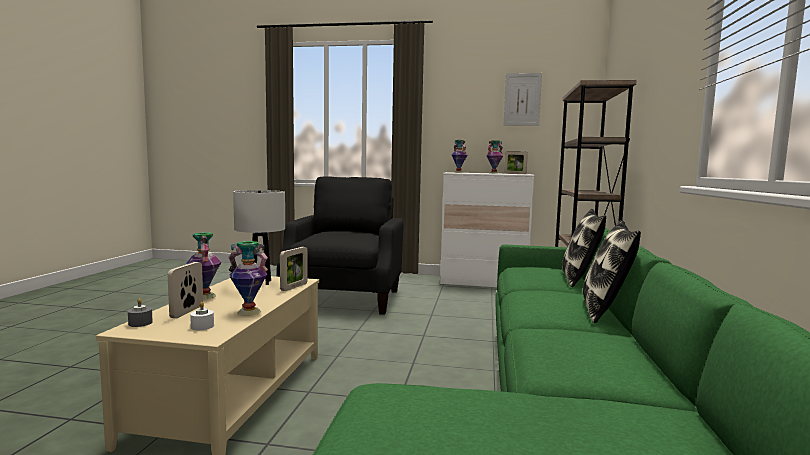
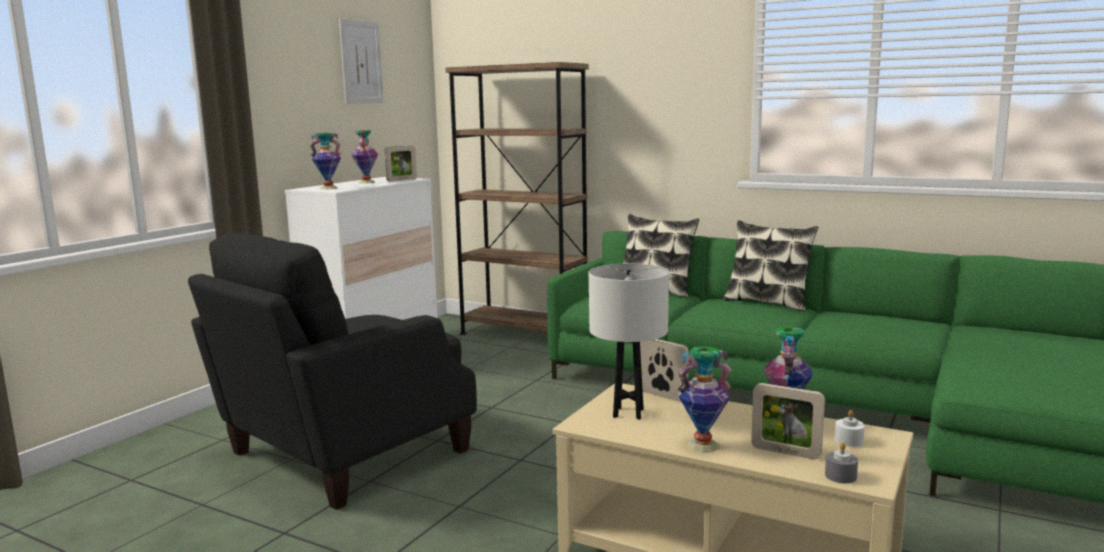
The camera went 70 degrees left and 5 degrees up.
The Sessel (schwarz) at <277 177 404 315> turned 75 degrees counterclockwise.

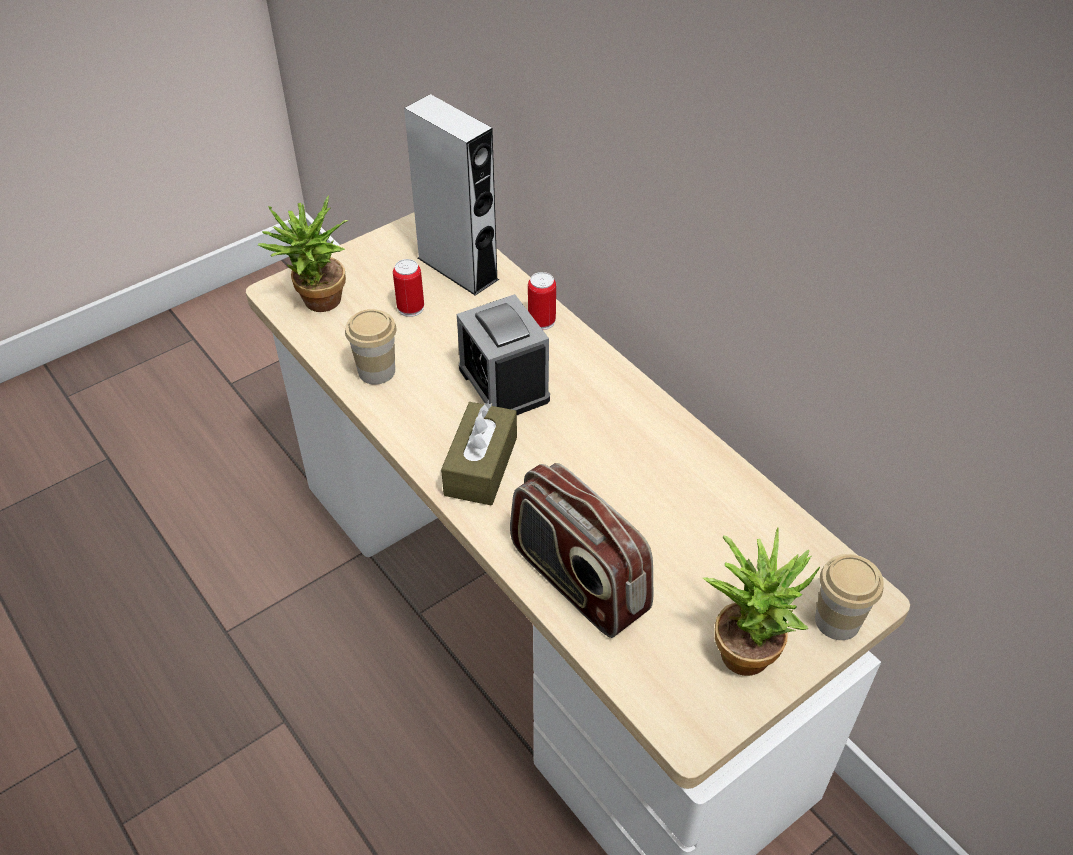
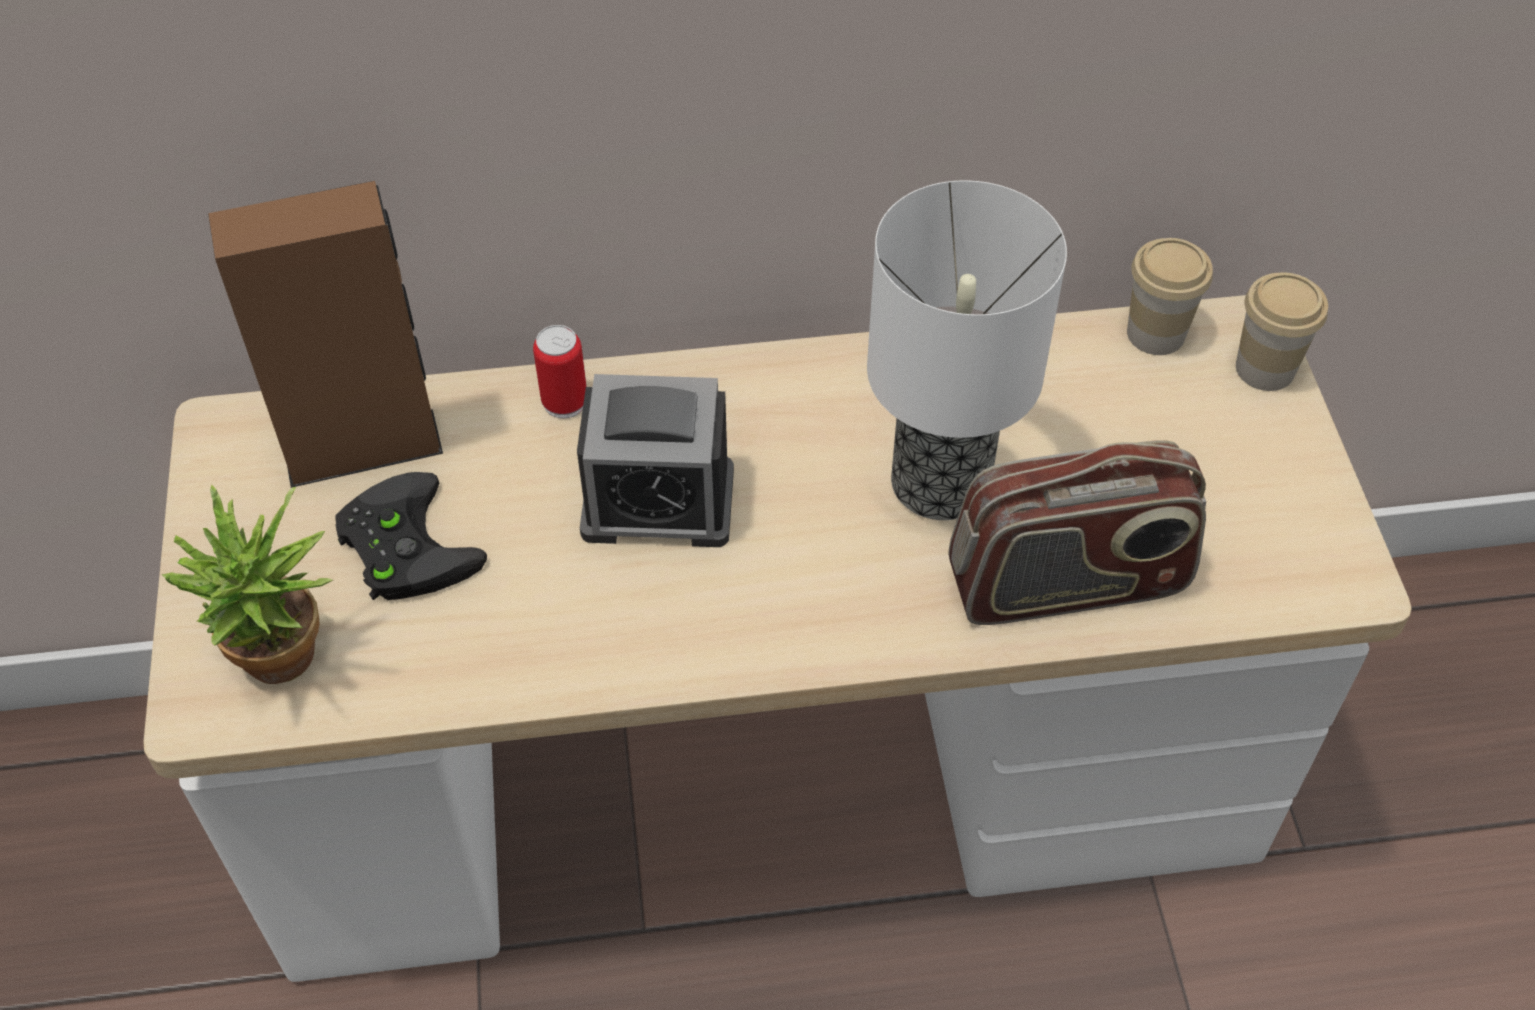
The camera went 60 degrees left and 5 degrees up.
The Lautsprecher (grau) at <404 94 499 296> became the Lautsprecher (braun) at <208 181 443 488>.
The Dose at <393 259 424 317> was replaced by the Gamepad (schwarz) at <335 472 487 600>.
The Tasse moved from <345 309 396 385> to <1127 238 1213 355>.
The Taschentuchbox (braun) at <441 402 517 505> disappeared.
The Topfpflanze at <703 527 820 676> disappeared.
The Tischlampe at <867 180 1067 520> appeared.

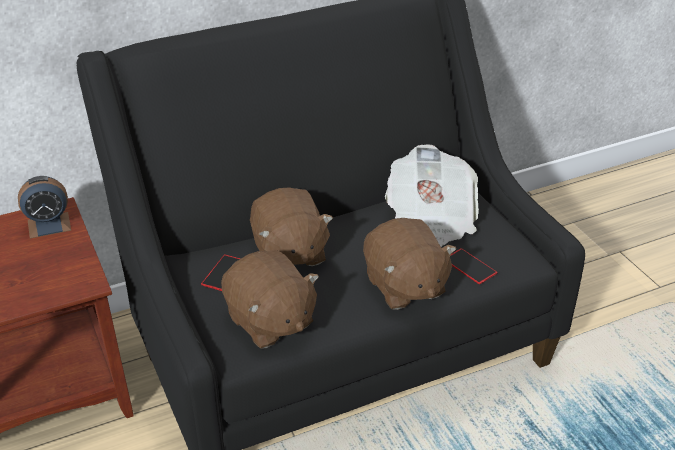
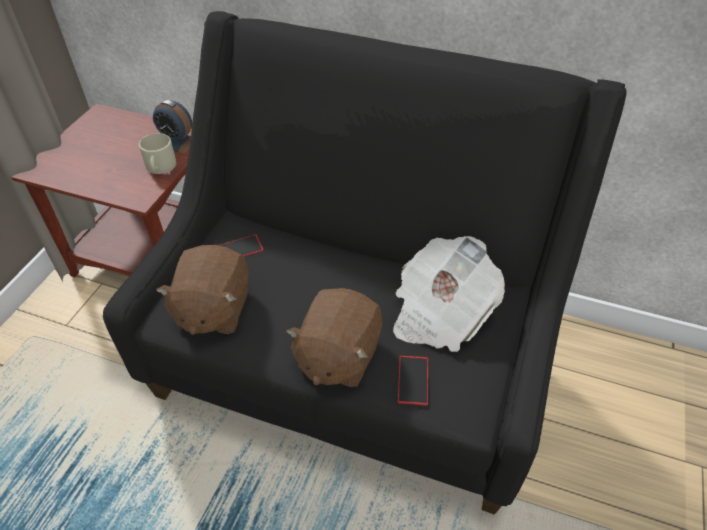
The camera went 45 degrees right and 10 degrees up.
The Plüschtier (braun) at <250 187 333 266> disappeared.
The Henkelbecher (beige) at <139 133 176 174> appeared.

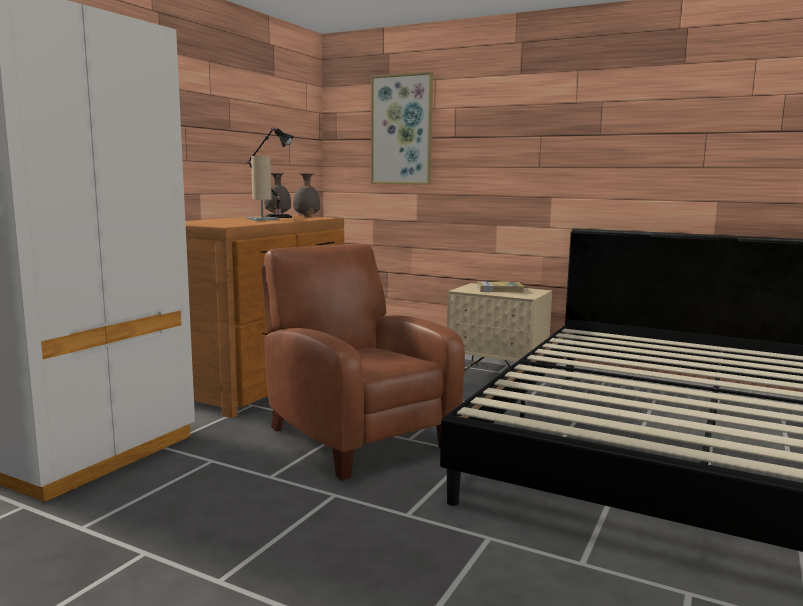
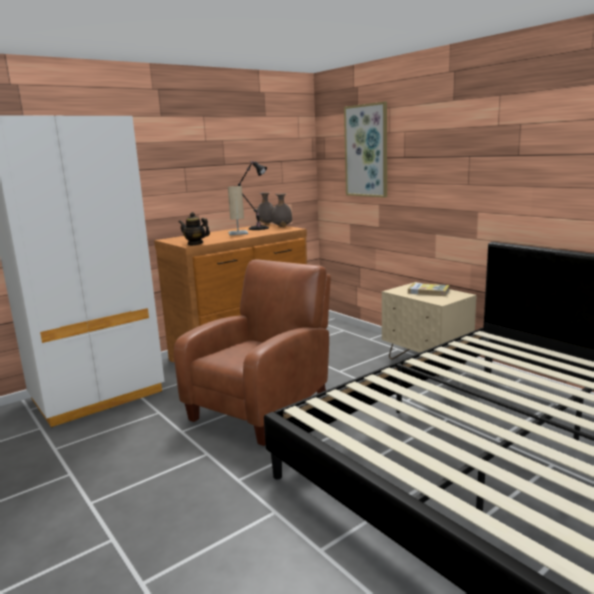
The camera went 25 degrees right and 5 degrees up.
The Sessel (braun) at <262 244 465 480> turned 45 degrees clockwise.
The Teekanne at <179 212 210 245> appeared.

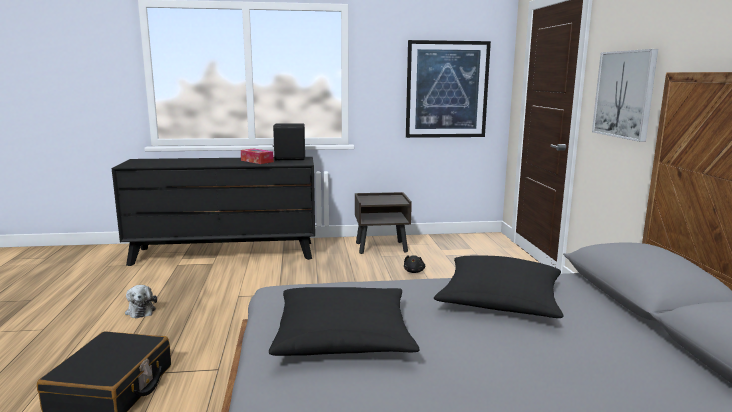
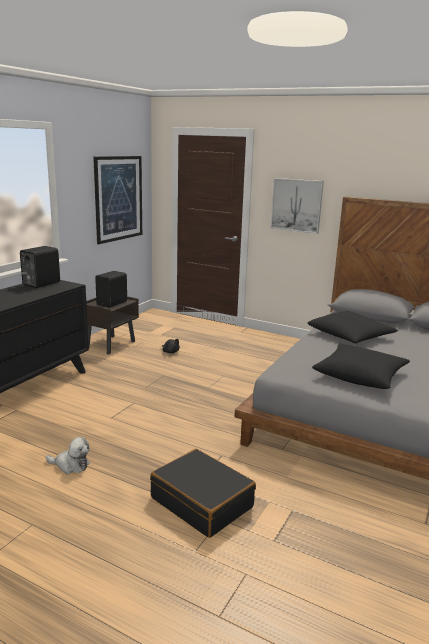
The camera went 55 degrees left and 5 degrees up.
The Taschentuchbox at <241 148 274 164> disappeared.
The Lautsprecher (schwarz) at <95 271 127 307> appeared.

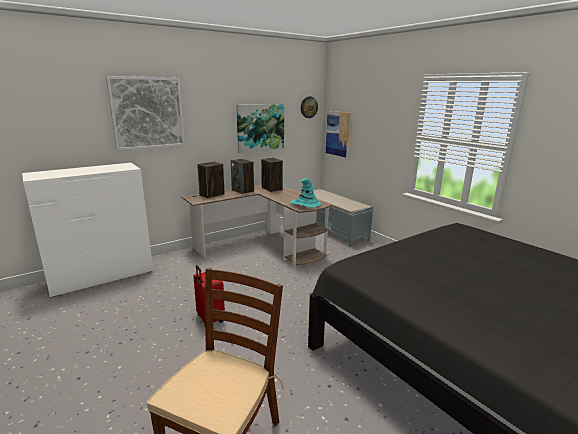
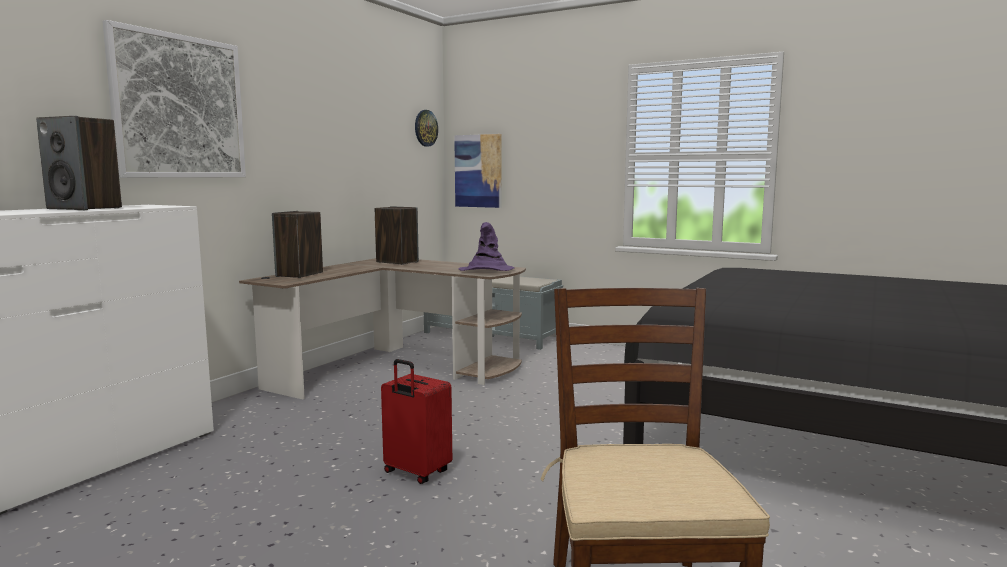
The camera went 25 degrees left and 10 degrees down.
The Bild at <236 104 284 153> disappeared.
The Lautsprecher moved from <231 159 254 194> to <36 116 122 210>.
The Hut (türkis) at <290 178 322 208> became the Hut (lila) at <458 222 515 271>.

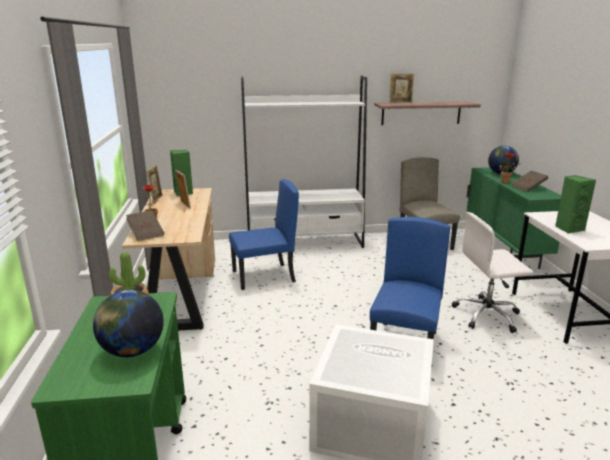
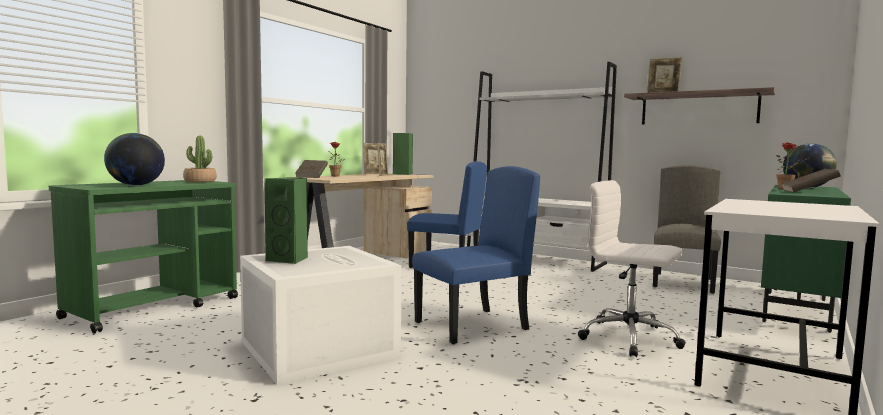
The camera went 40 degrees right and 15 degrees down.
The Lautsprecher (grün) moved from <555 175 596 234> to <265 177 308 264>.

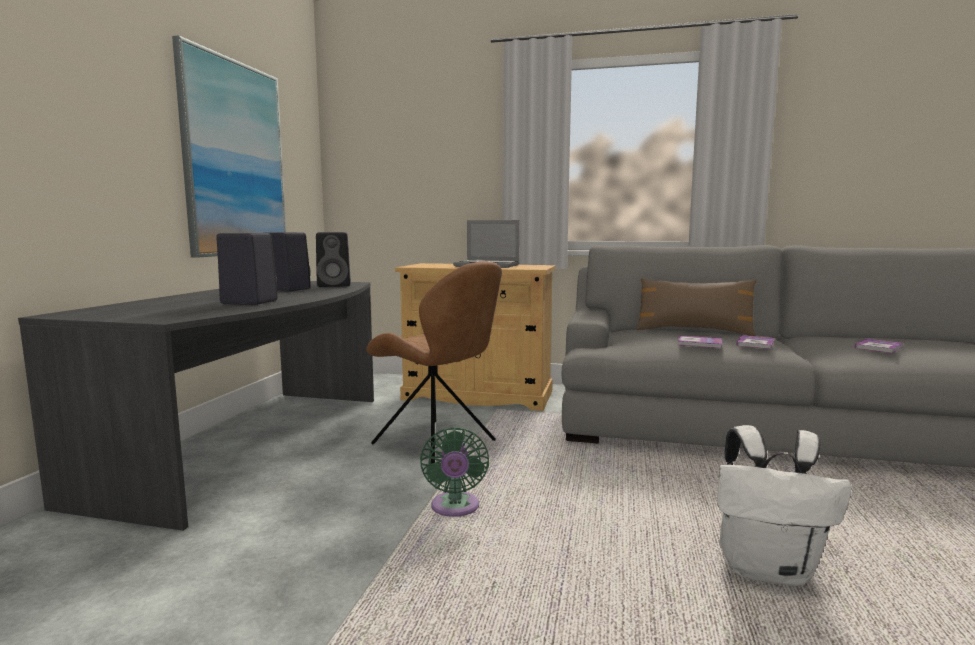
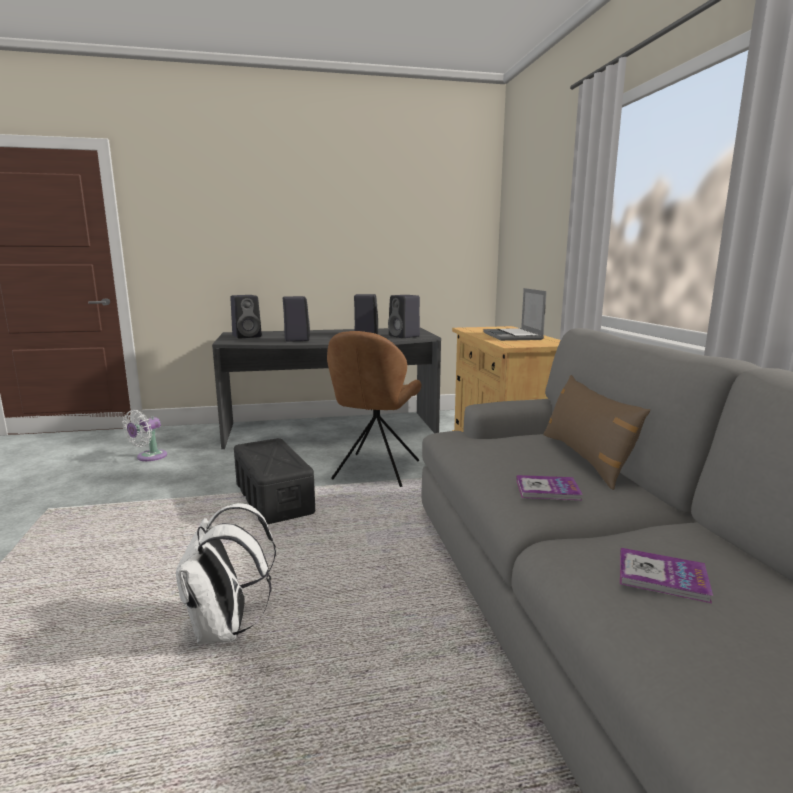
The camera went 65 degrees right and 5 degrees up.
The Bild at <172 35 286 258> disappeared.
The Buch at <678 336 722 348> disappeared.
The Ventilator (grün) at <420 427 489 517> was replaced by the Aufbewahrungsbox (schwarz) at <234 438 315 524>.
The Lautsprecher (schwarz) at <230 295 262 339> appeared.
The Ventilator (weiß) at <123 410 167 461> appeared.

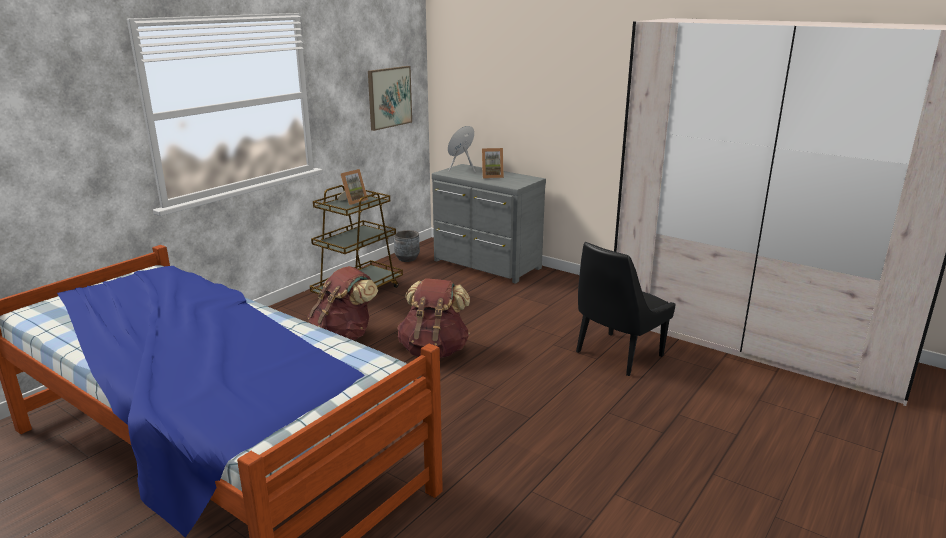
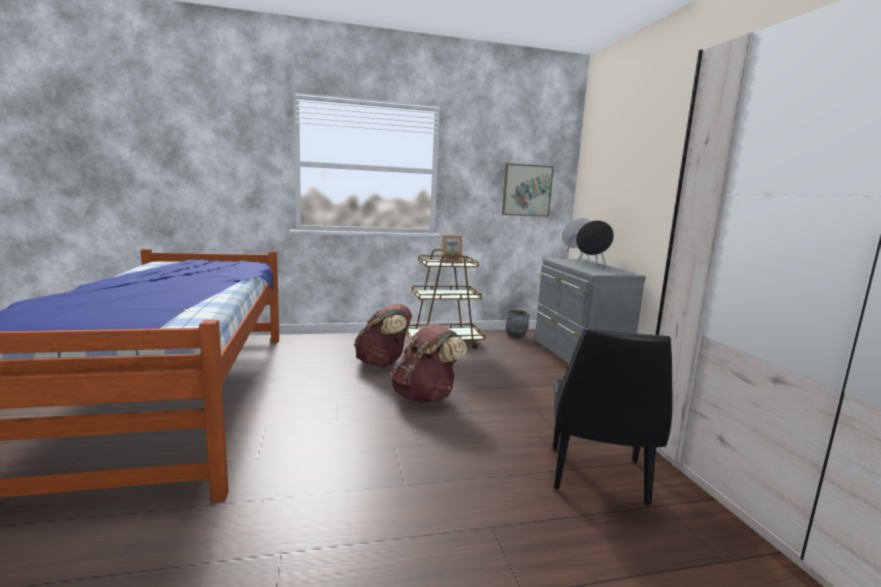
The camera went 40 degrees right and 10 degrees down.
The Bilderrahmen at <482 148 504 179> was replaced by the Lautsprecher (schwarz) at <574 220 614 269>.
The Stuhl (schwarz) at <576 242 675 376> turned 75 degrees counterclockwise.

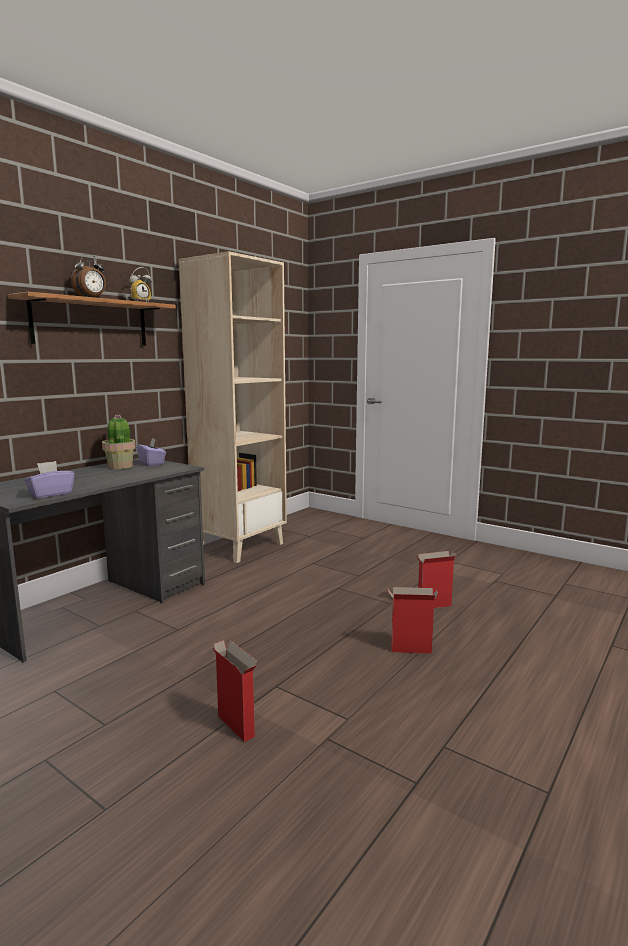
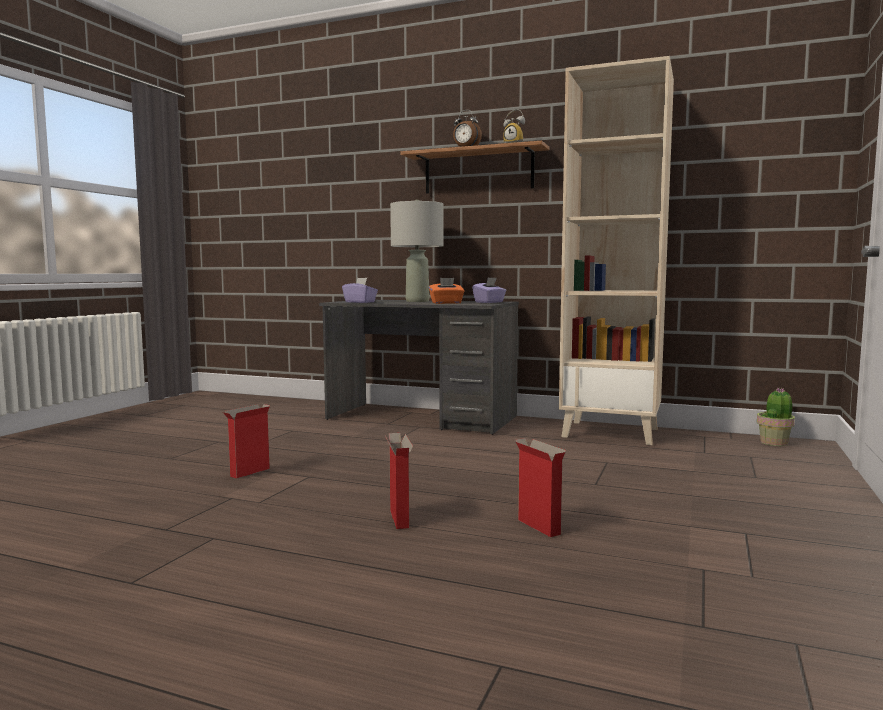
The camera went 75 degrees right and 5 degrees down.
The Topfpflanze moved from <102 415 136 469> to <757 387 795 446>.
The Tischlampe (grau) at <390 199 444 302> appeared.
The Taschentuchbox (orange) at <429 278 464 304> appeared.

